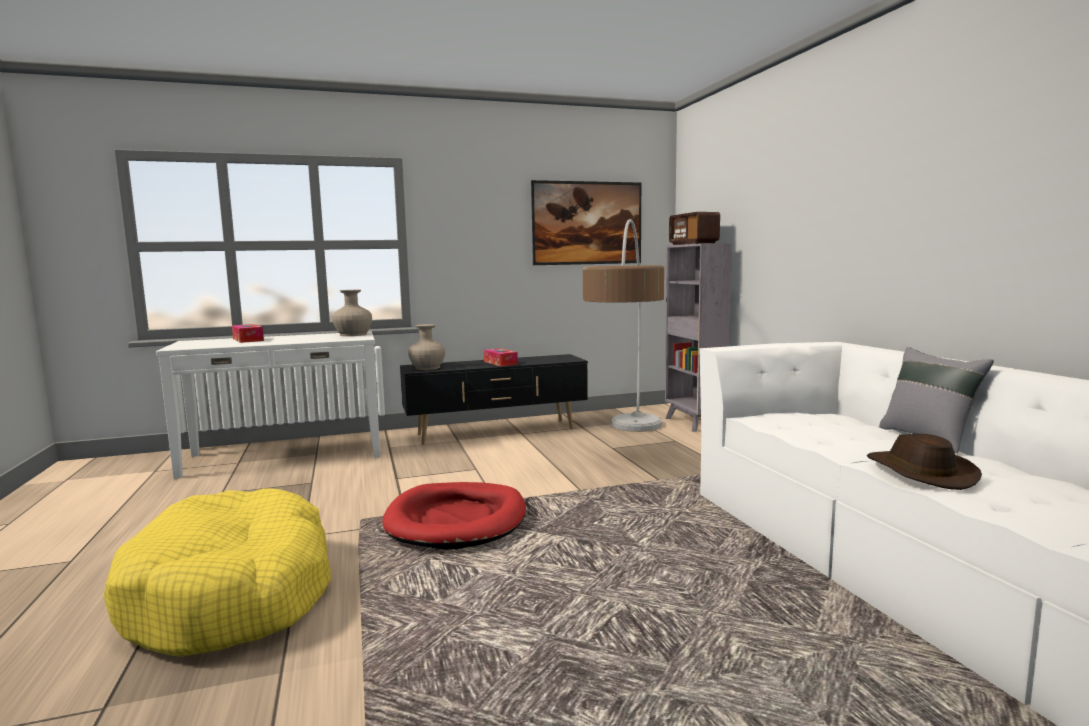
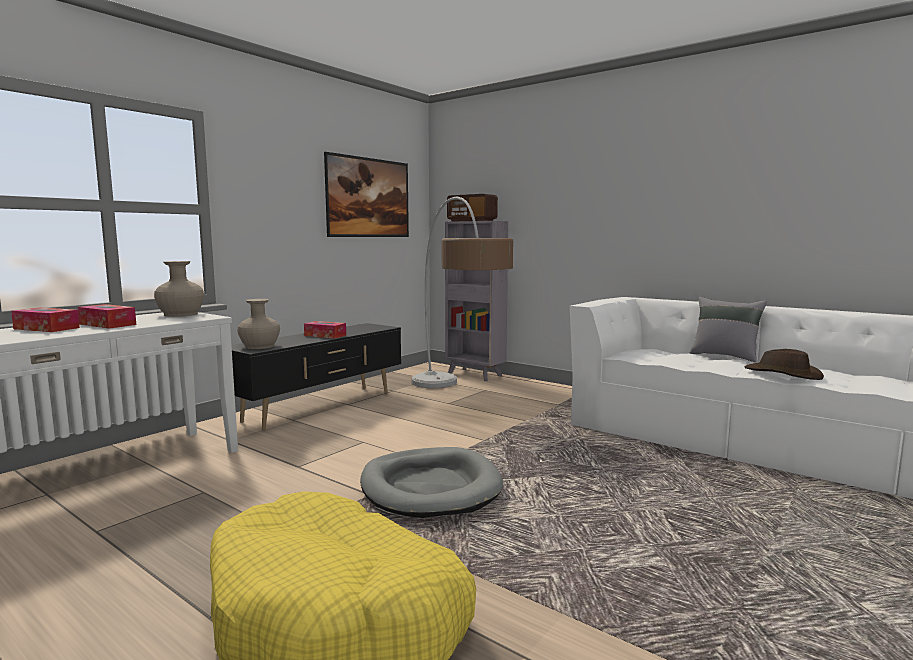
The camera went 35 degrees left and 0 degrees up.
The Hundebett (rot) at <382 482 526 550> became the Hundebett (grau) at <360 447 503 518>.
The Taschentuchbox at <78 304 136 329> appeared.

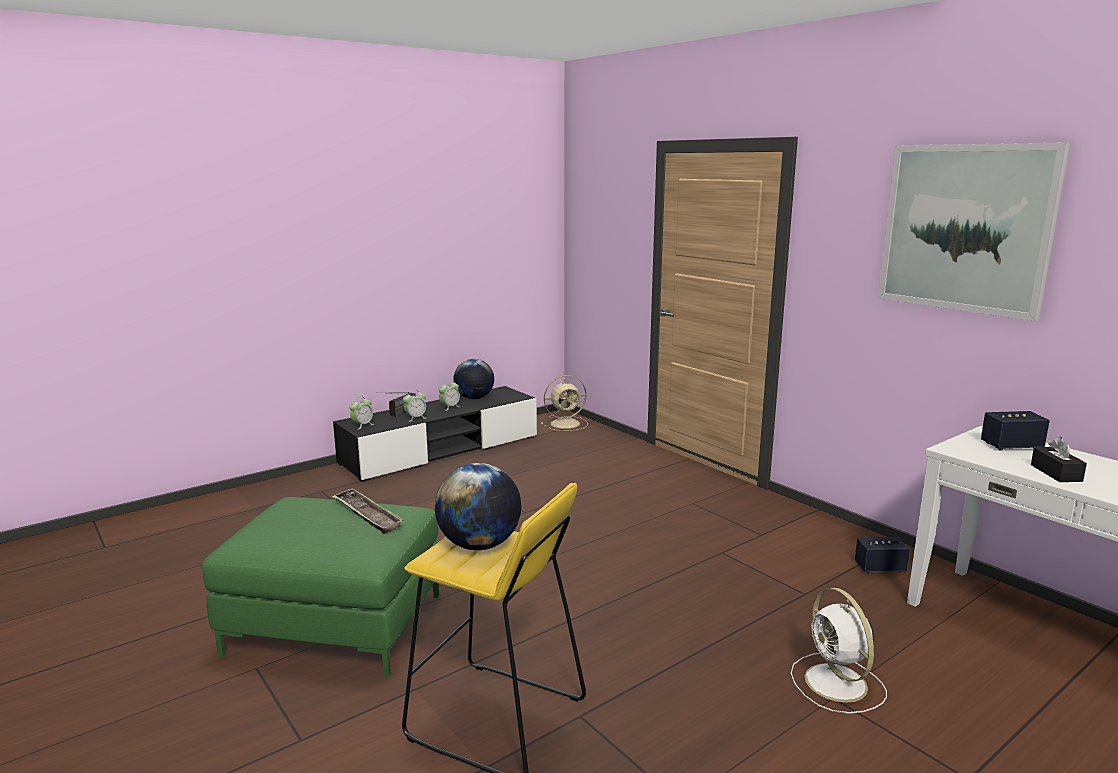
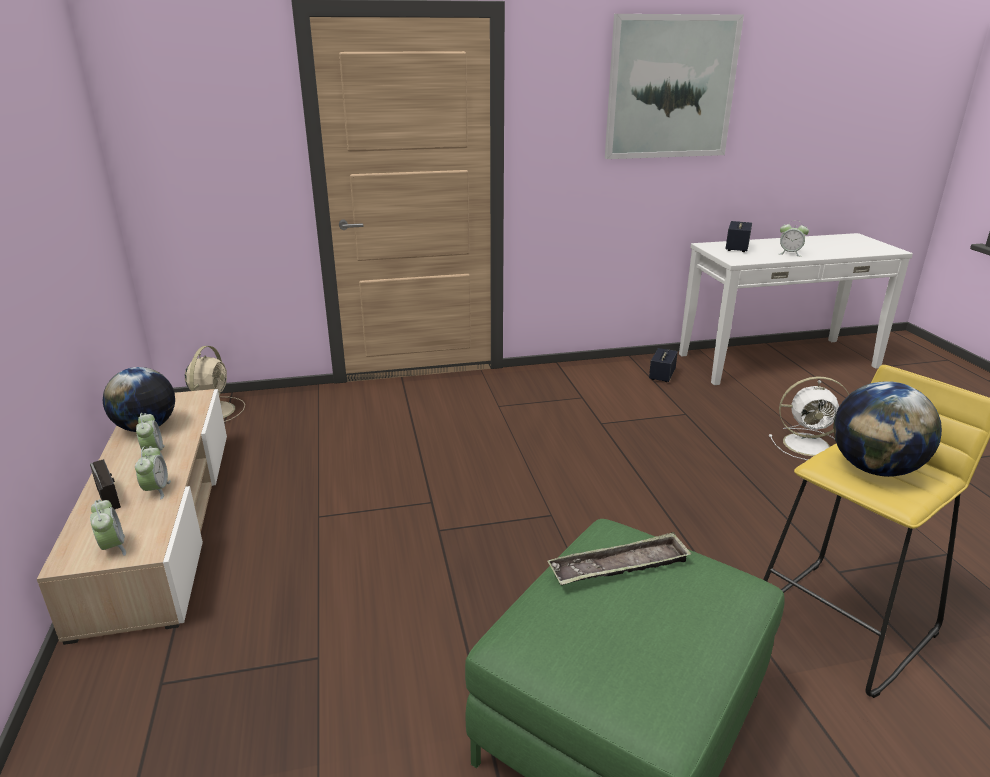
The camera went 65 degrees left and 10 degrees up.
The Fernsehschrank (schwarz) at <333 386 537 482> became the Fernsehschrank (beige) at <37 389 227 645>.
The Taschentuchbox (schwarz) at <1031 437 1087 482> was replaced by the Wecker at <780 220 809 257>.

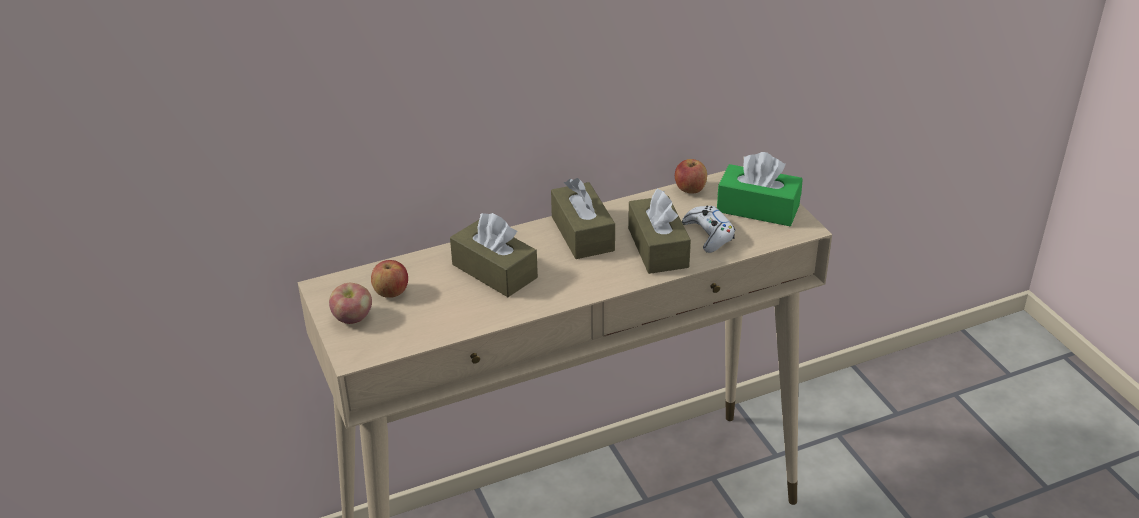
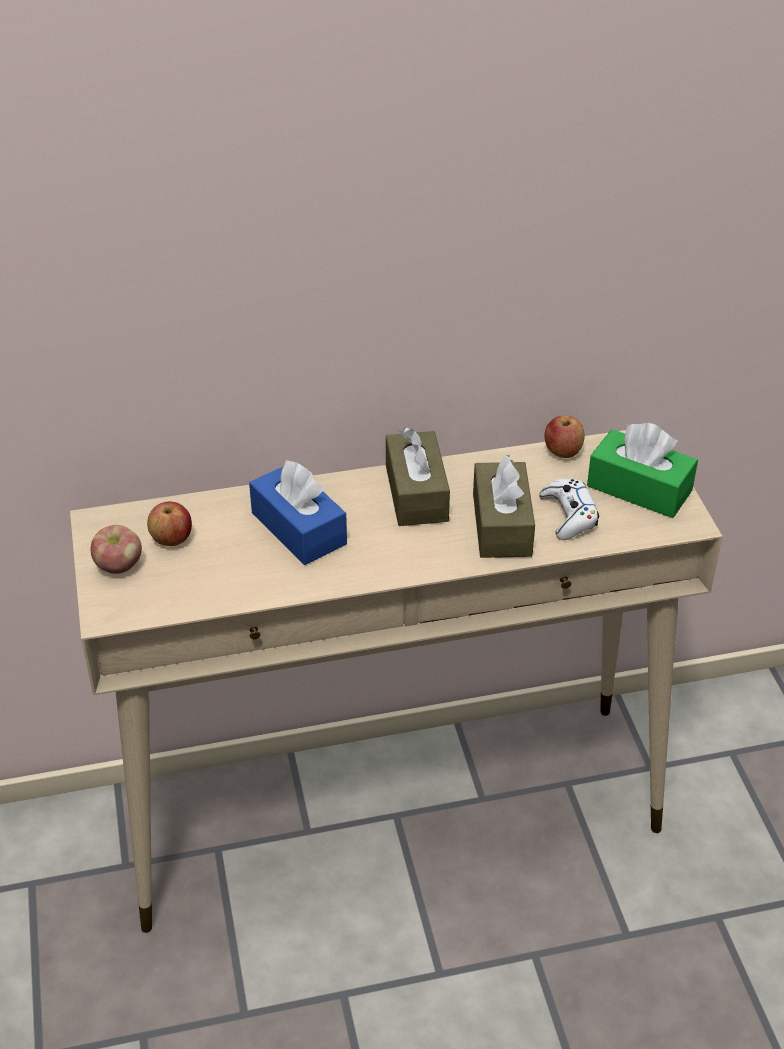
The camera went 10 degrees right and 5 degrees up.
The Taschentuchbox (braun) at <450 213 538 297> became the Taschentuchbox (blau) at <249 460 347 565>.

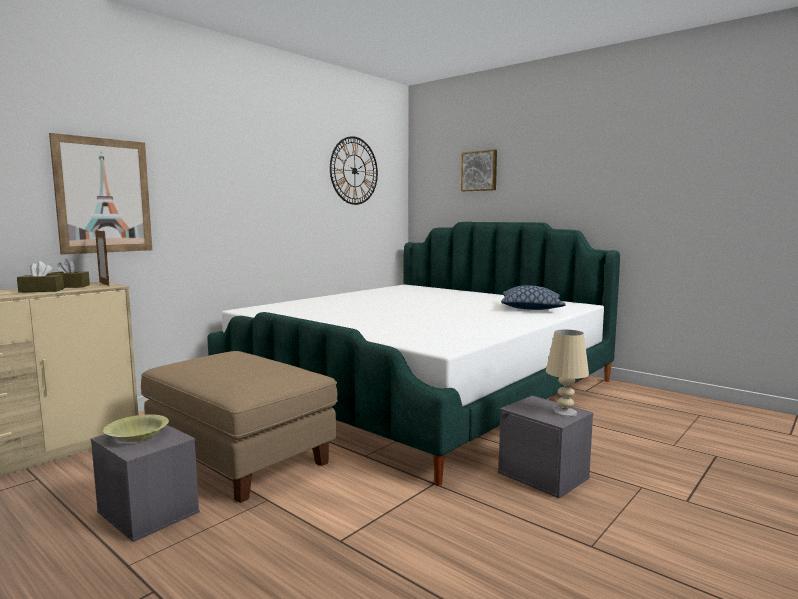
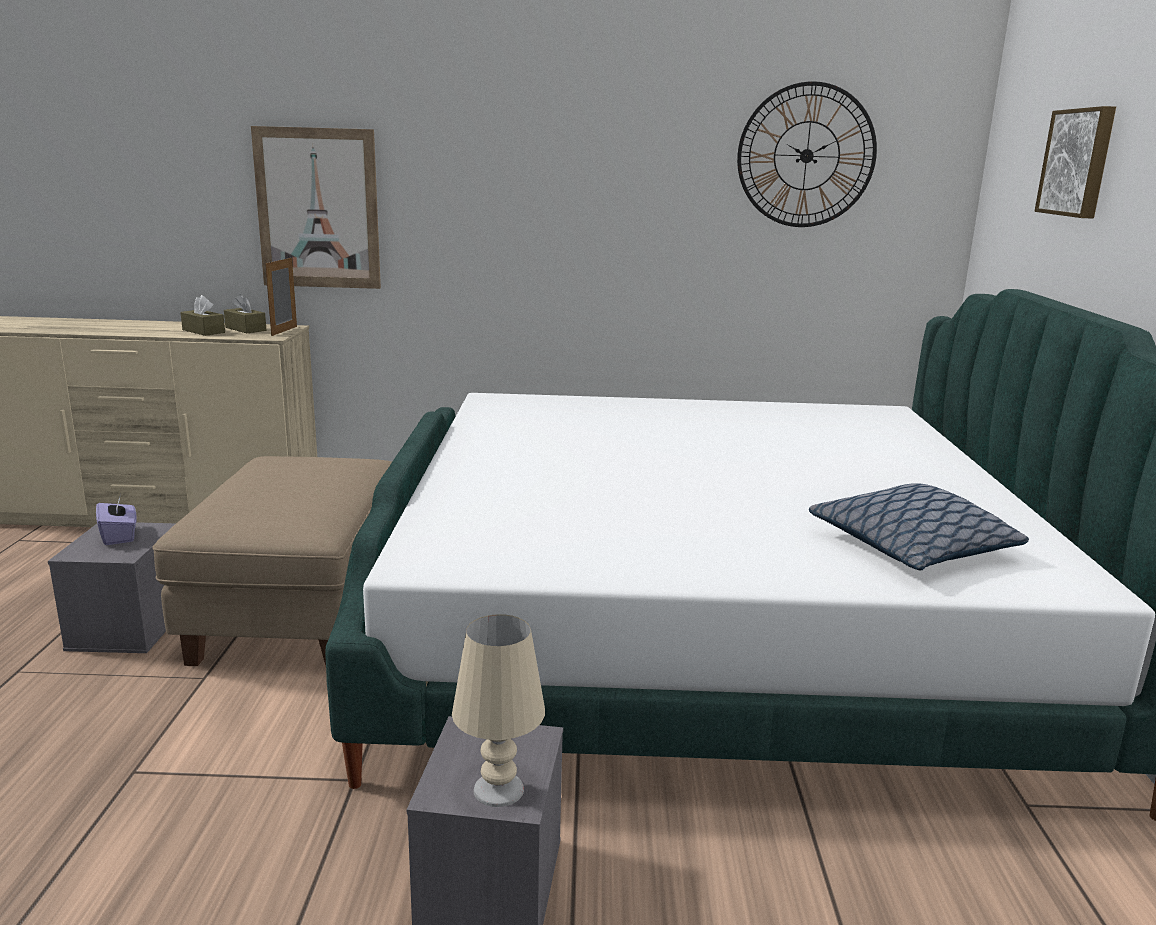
The camera went 50 degrees right and 10 degrees up.
The Schüssel (gelb) at <103 414 169 442> was replaced by the Taschentuchbox (lila) at <96 497 137 545>.

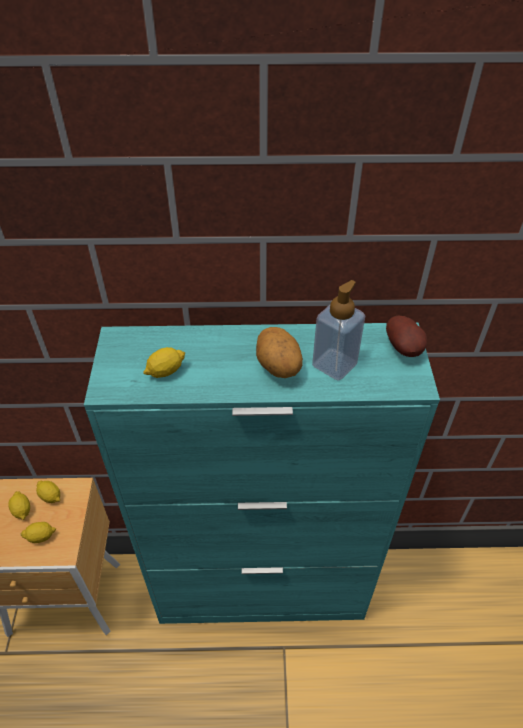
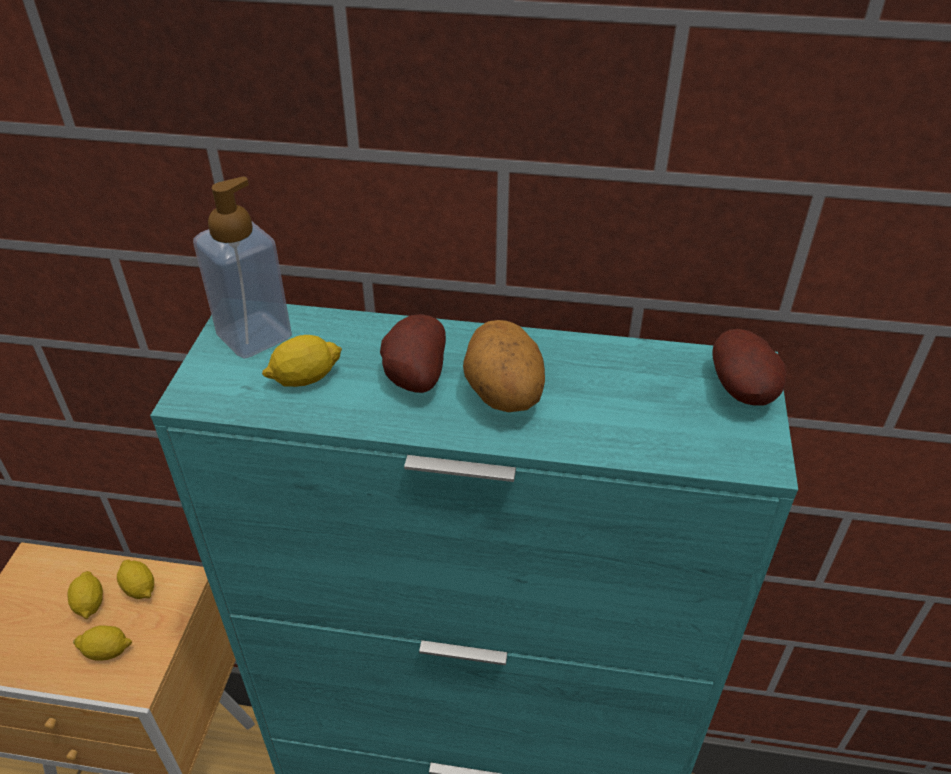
The camera went 10 degrees right and 5 degrees down.
The Seifenspender moved from <312 280 365 381> to <193 176 292 359>.
The Kartoffel at <380 314 446 393> appeared.

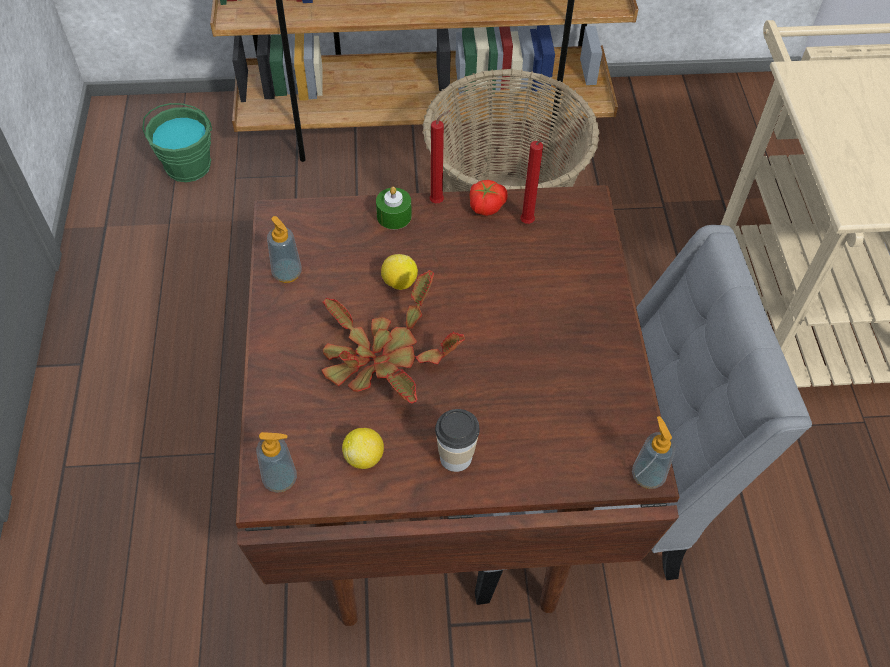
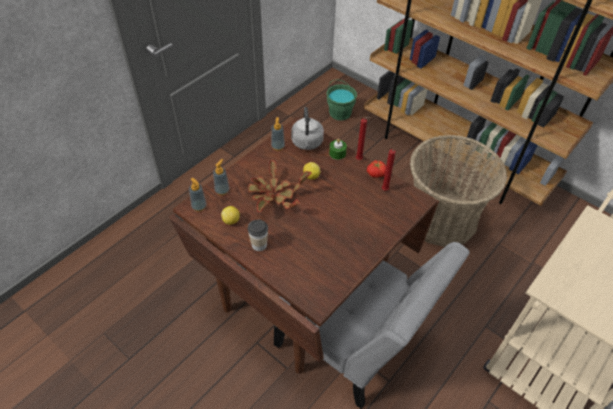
The camera went 45 degrees right and 5 degrees down.
The Seifenspender moved from <632 416 676 489> to <213 159 229 195>.
The Wasserkessel (grau) at <291 107 324 150> appeared.

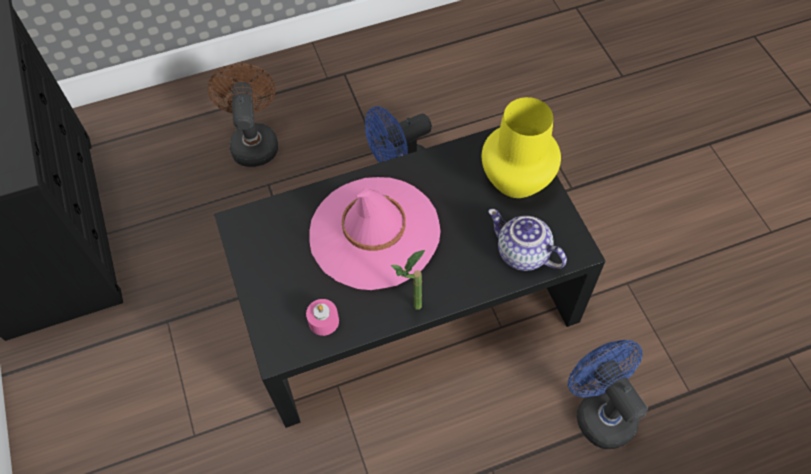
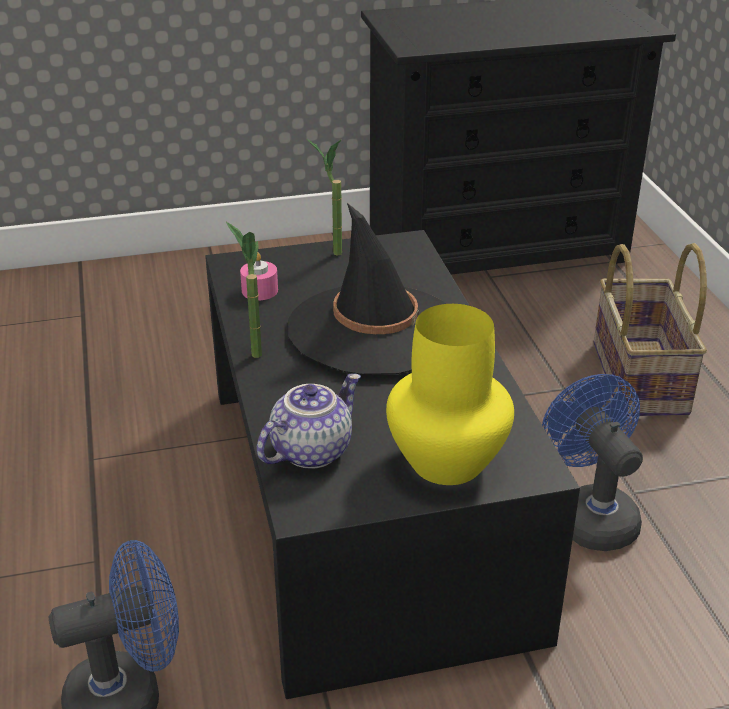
The camera went 95 degrees right and 25 degrees down.
The Ventilator (braun) at <208 63 278 167> was replaced by the Korb at <594 243 707 416>.
The Hut (rosa) at <309 177 441 290> became the Hut (schwarz) at <287 203 446 375>.
The Topfpflanze at <307 139 342 256> appeared.

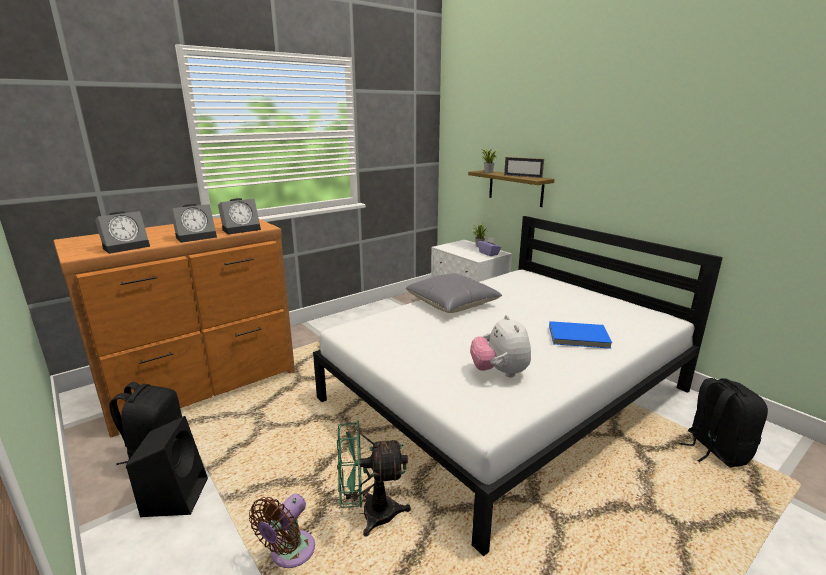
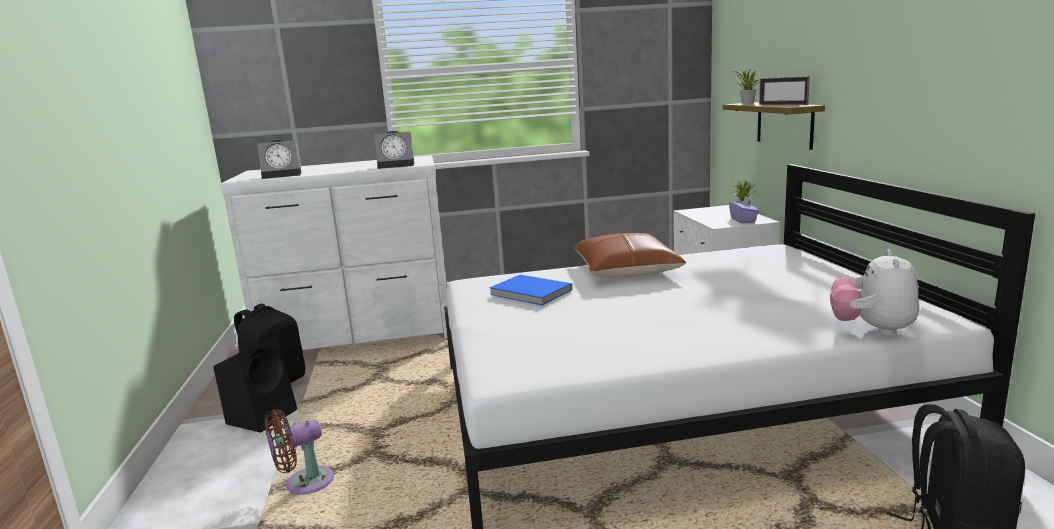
The camera went 30 degrees right and 5 degrees down.
The Wecker at <170 204 217 243> disappeared.
The Kommode (braun) at <53 218 295 438> became the Kommode (weiß) at <221 155 447 350>.
The Kissen (grau) at <406 273 502 313> became the Kissen (braun) at <574 233 686 278>.
The Plüschtier moved from <470 315 531 377> to <830 250 919 336>.
The Buch (blau) moved from <549 321 612 349> to <490 275 572 305>.
The Ventilator (grün) at <337 420 411 537> disappeared.

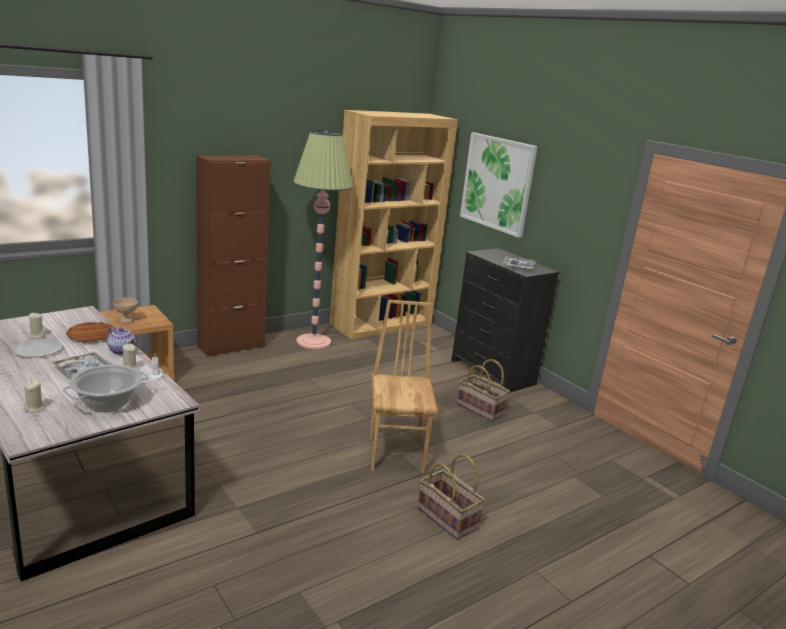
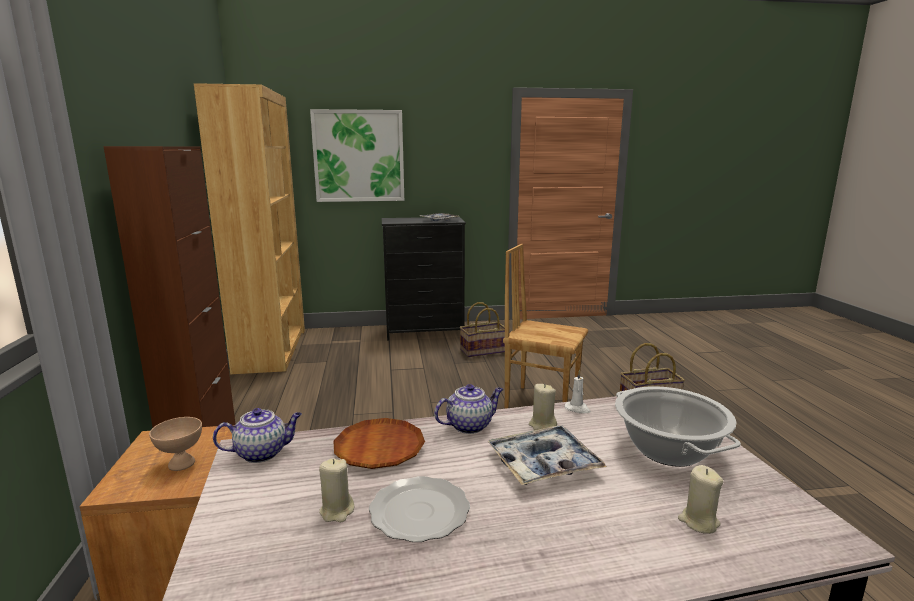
The camera went 60 degrees left and 5 degrees down.
The Stehlampe at <293 130 353 349> disappeared.
The Teekanne at <213 408 302 463> appeared.

